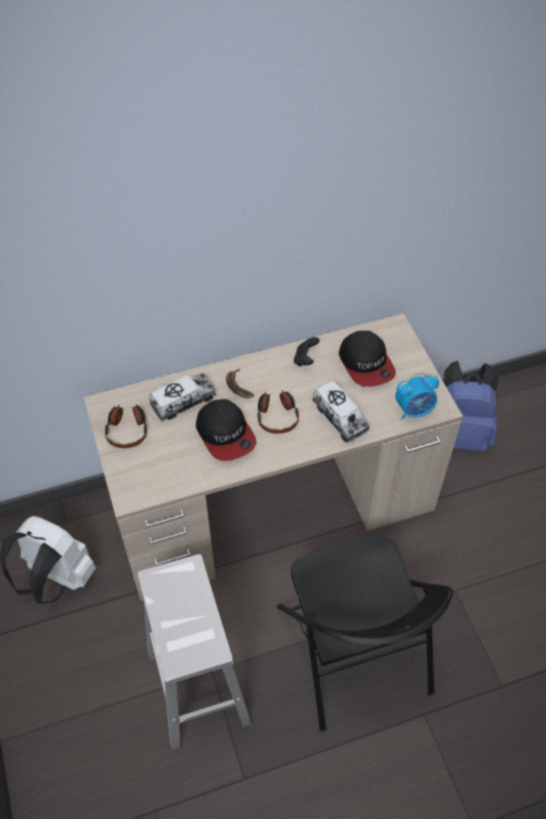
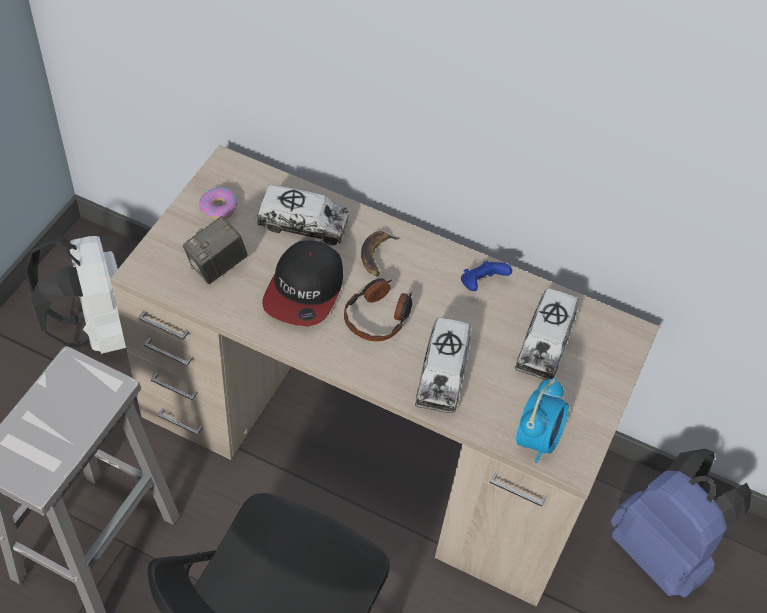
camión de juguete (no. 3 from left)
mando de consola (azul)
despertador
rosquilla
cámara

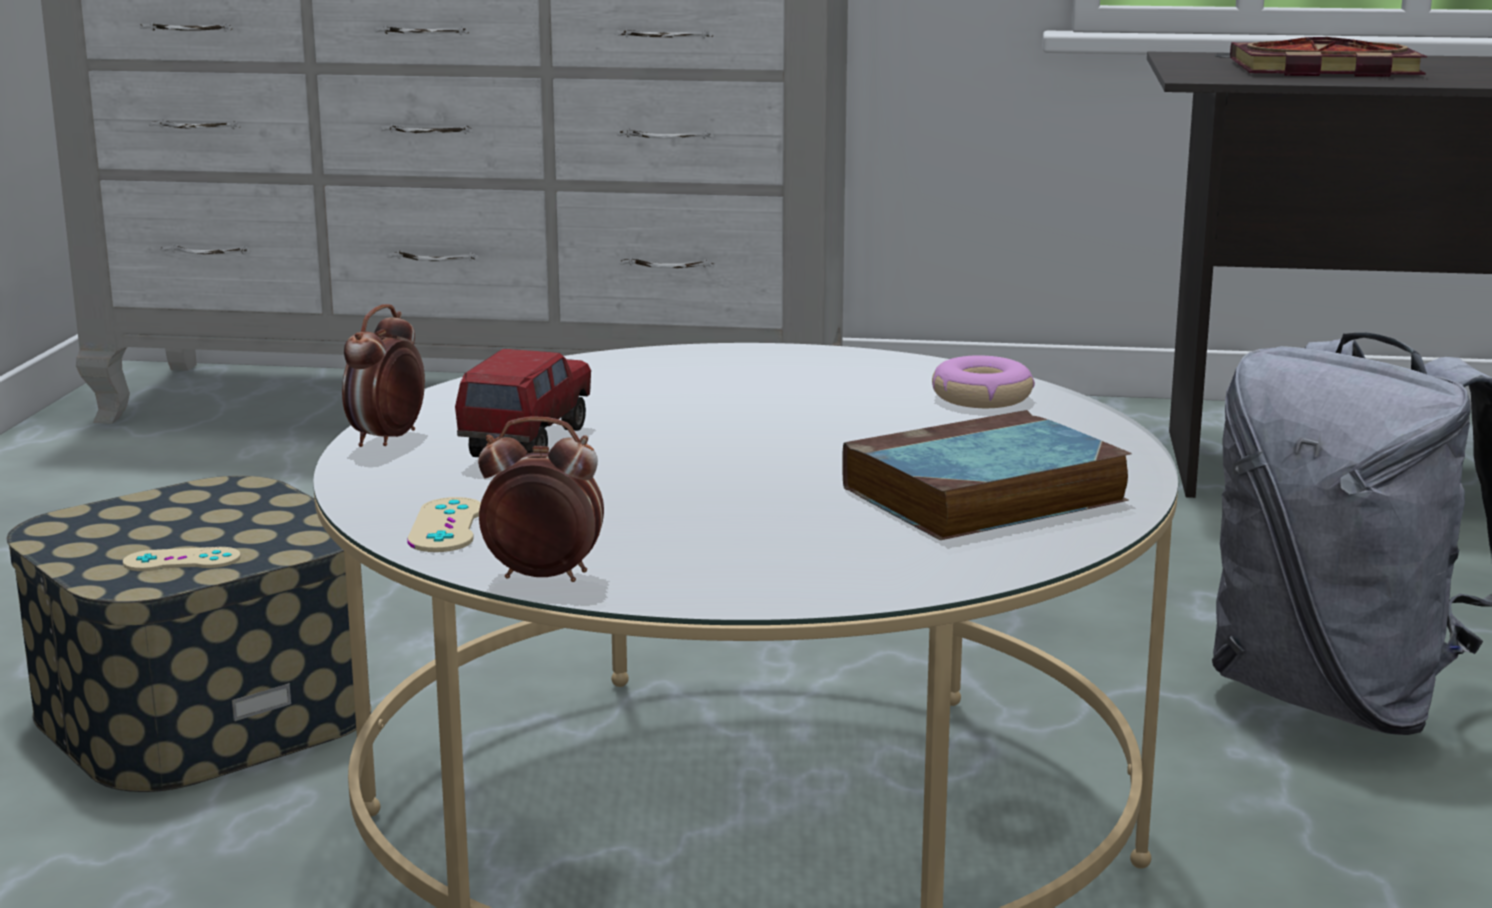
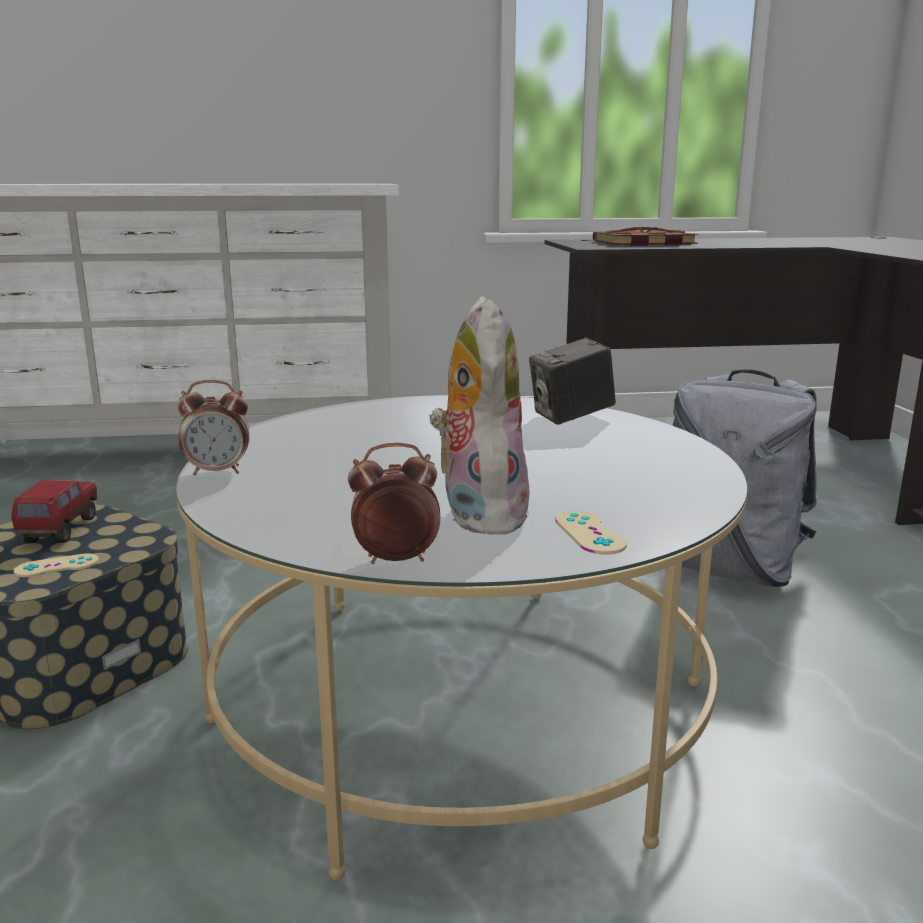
despertador (no. 1 from left)
camión de juguete
cámara
libro (no. 1 from left in the first image)
mando de consola (beis) (no. 2 from left)
peluche

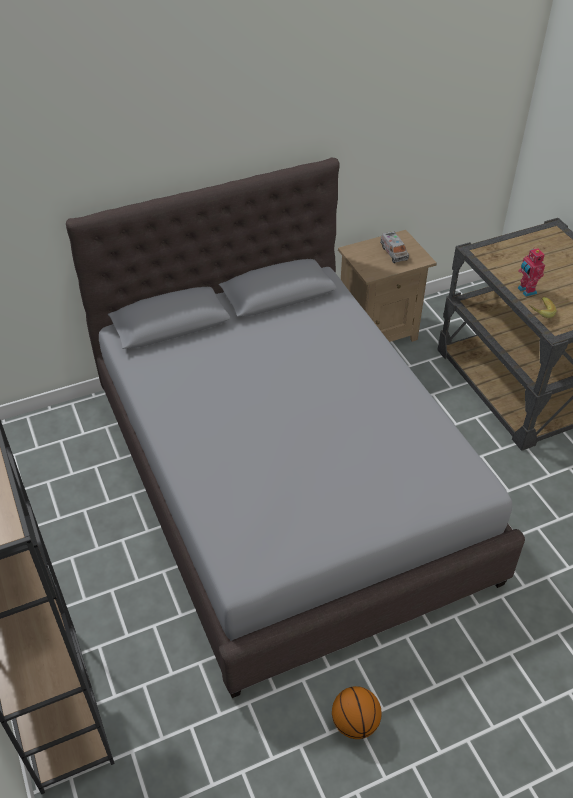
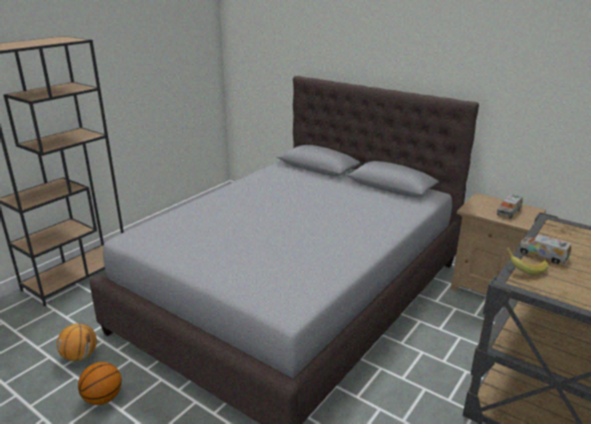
camión de juguete (no. 2 from left)
balón de baloncesto (no. 1 from left)

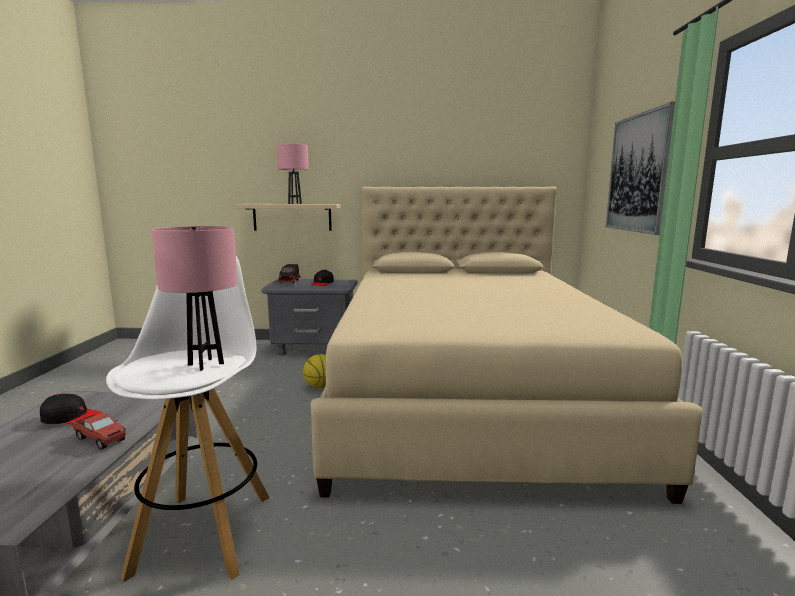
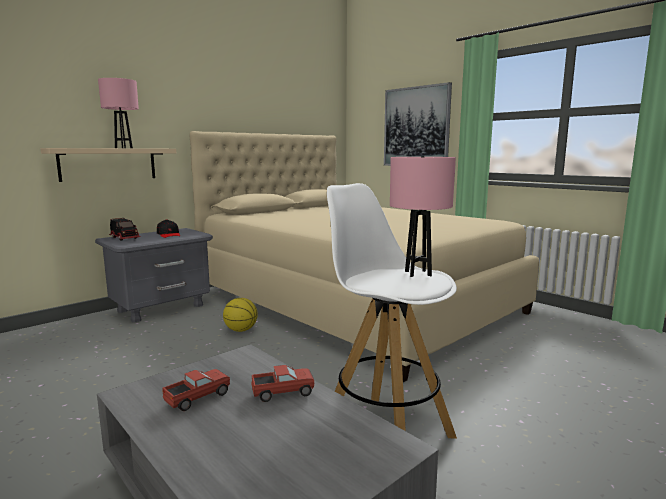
camión de juguete (no. 2 from left)

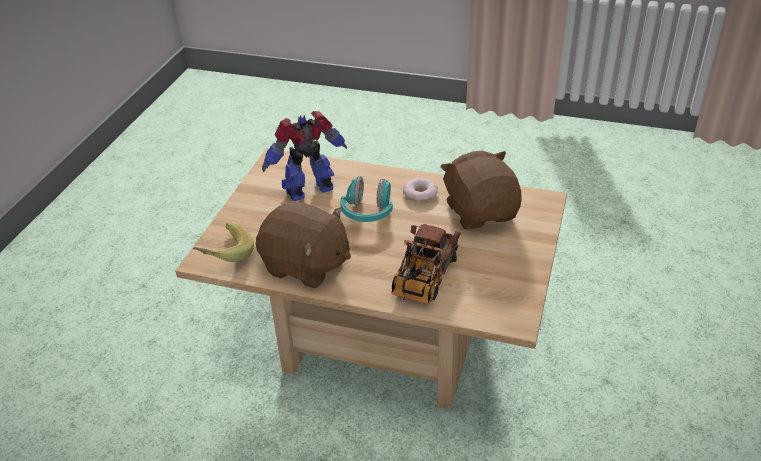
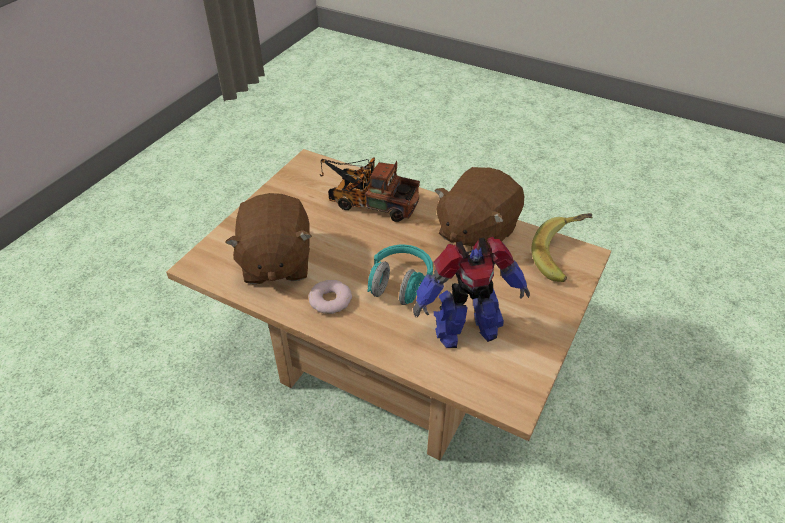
peluche (marrón) (no. 2 from left)
camión de juguete

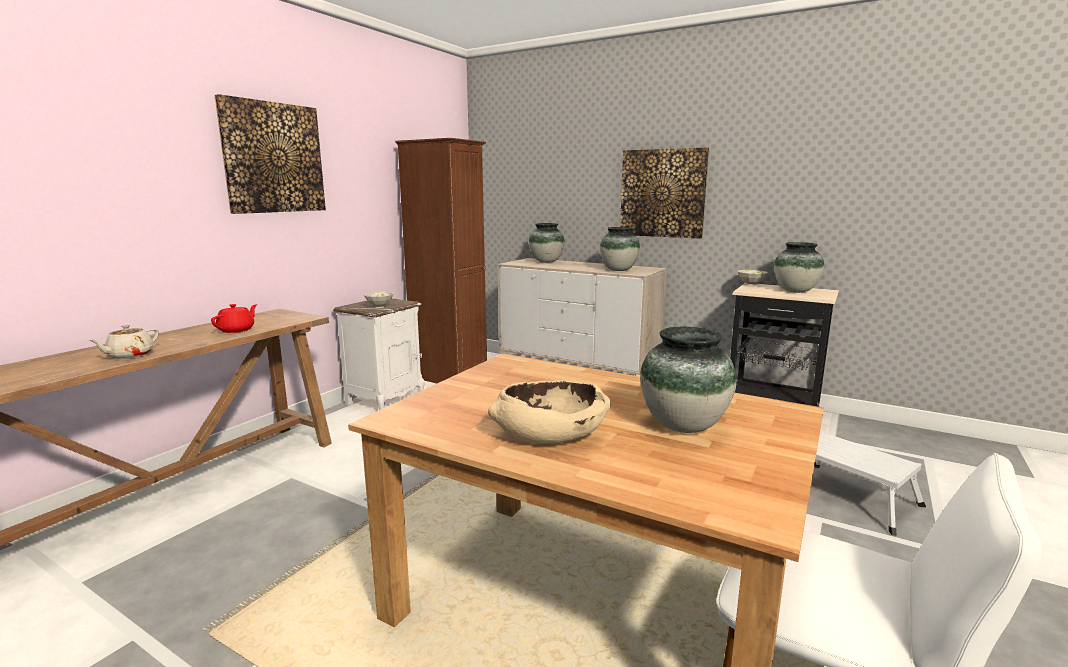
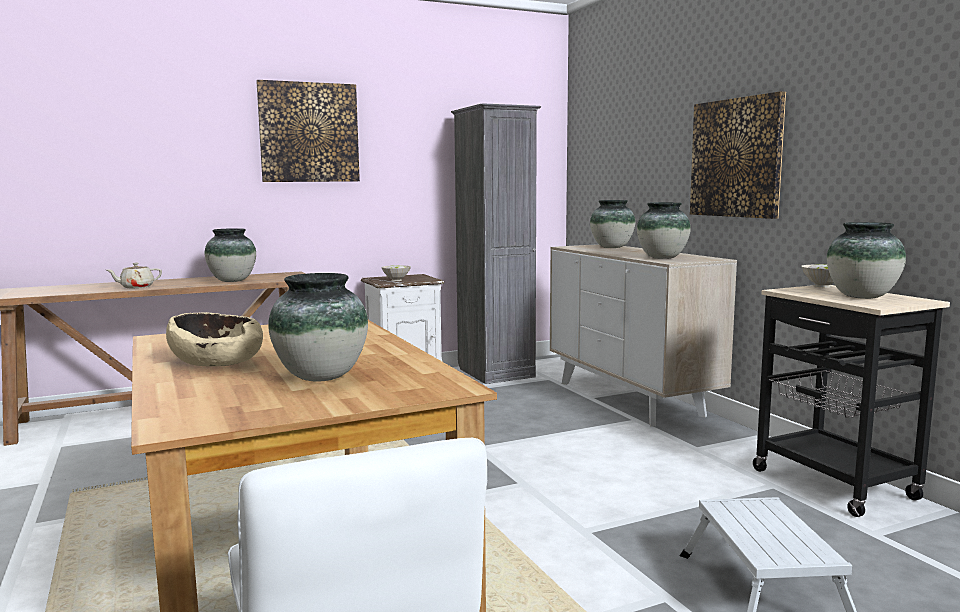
armario (gris)
florero (no. 1 from left)

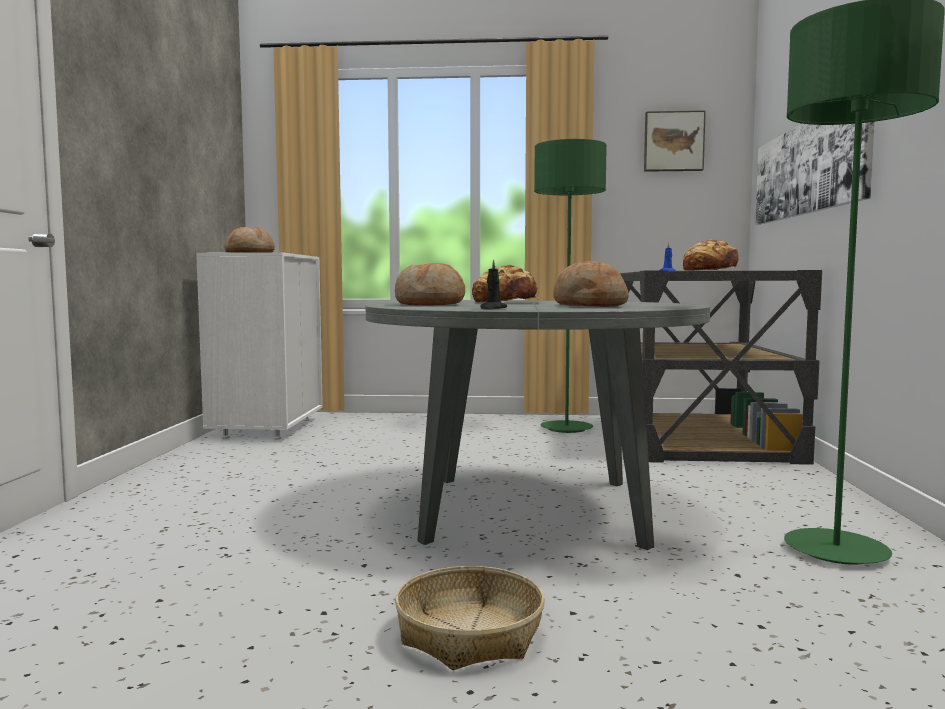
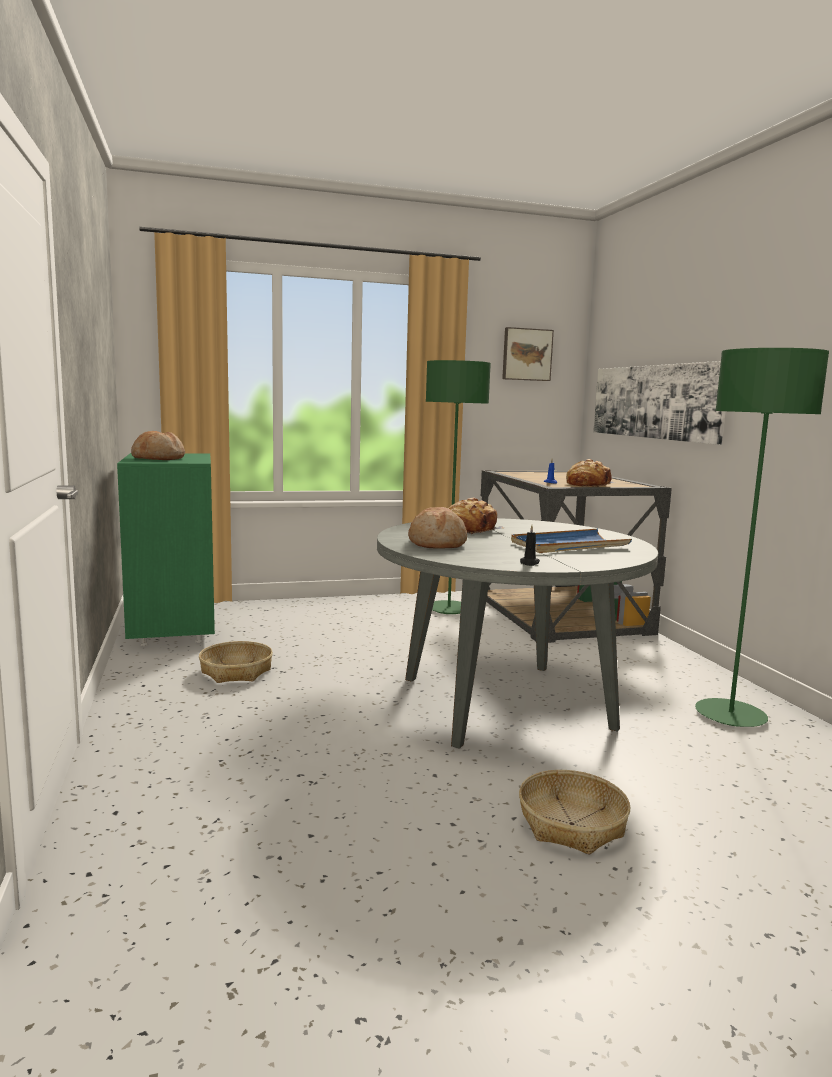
armario (verde)
bandeja (azul)
cesta (no. 1 from left)

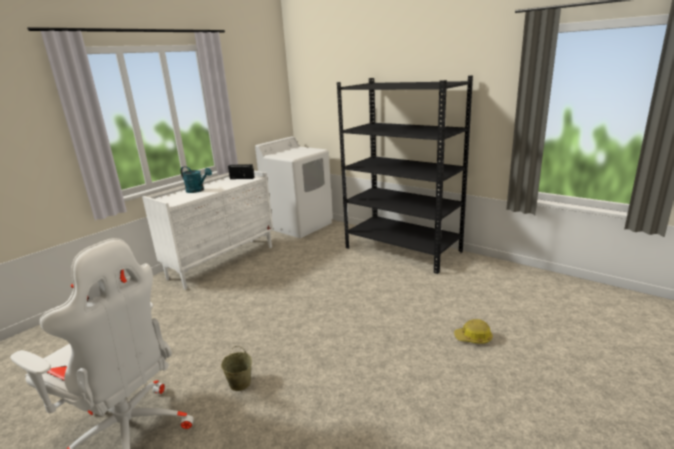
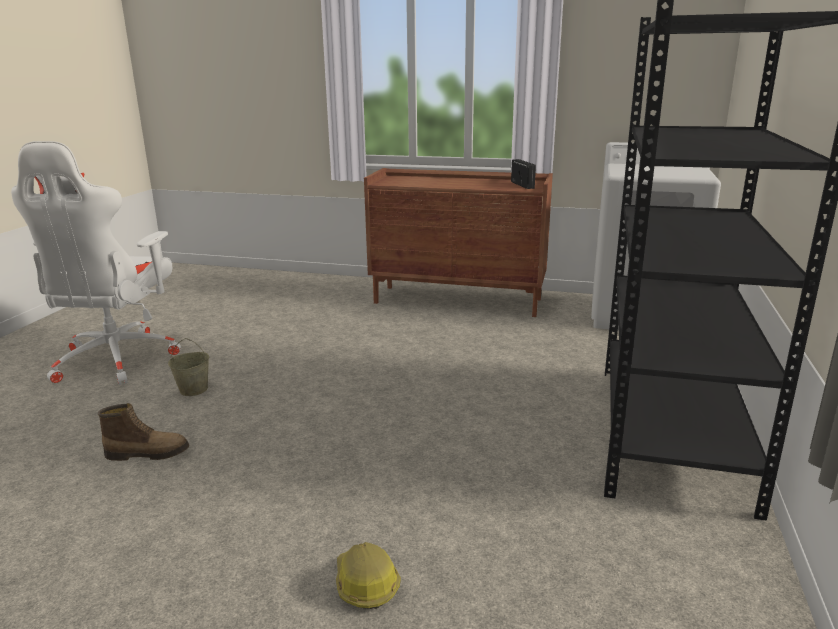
regadera (turquesa)
armario (marrón)
bota

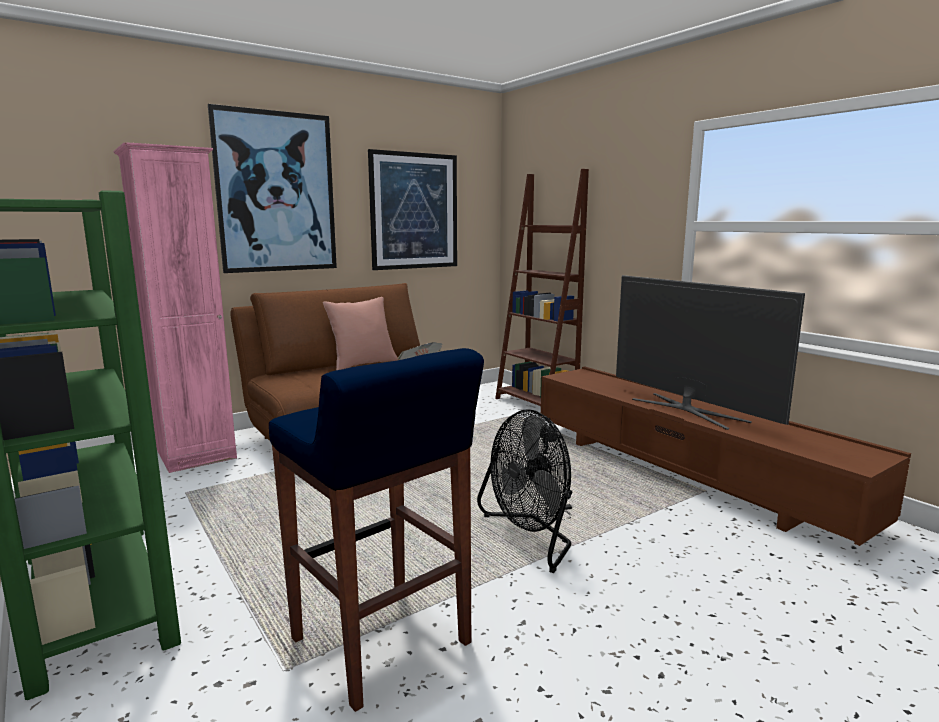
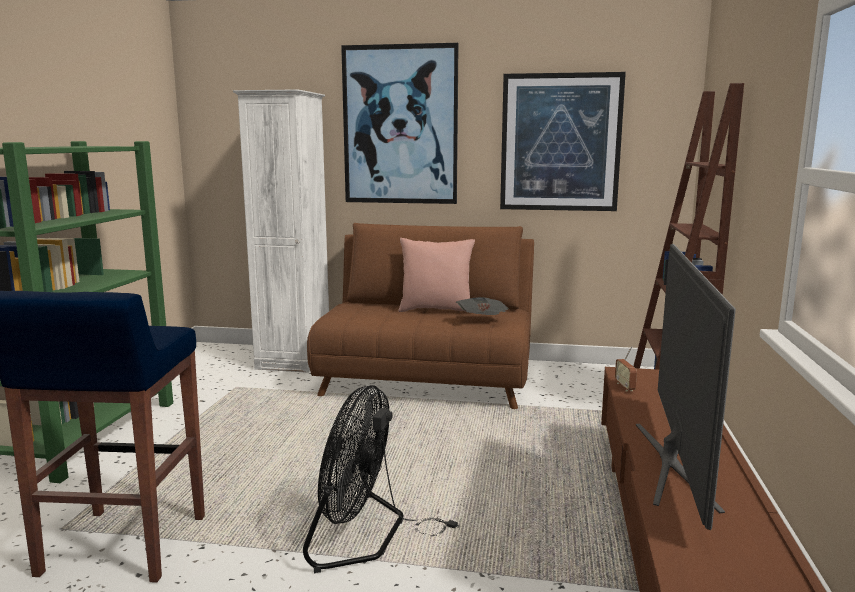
armario (blanco)
radio

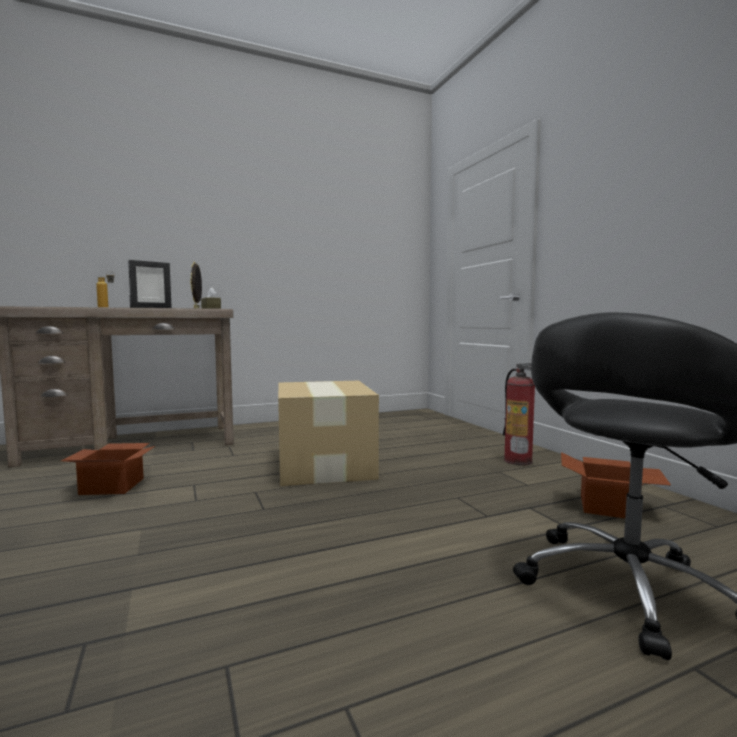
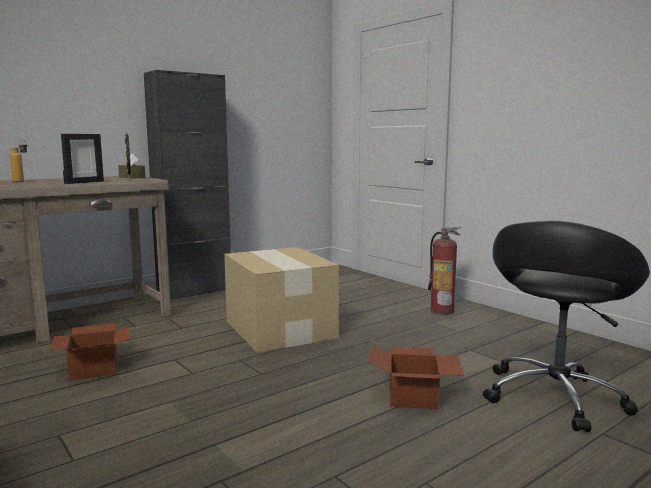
caja de cartón (no. 3 from left)
armario (negro)

